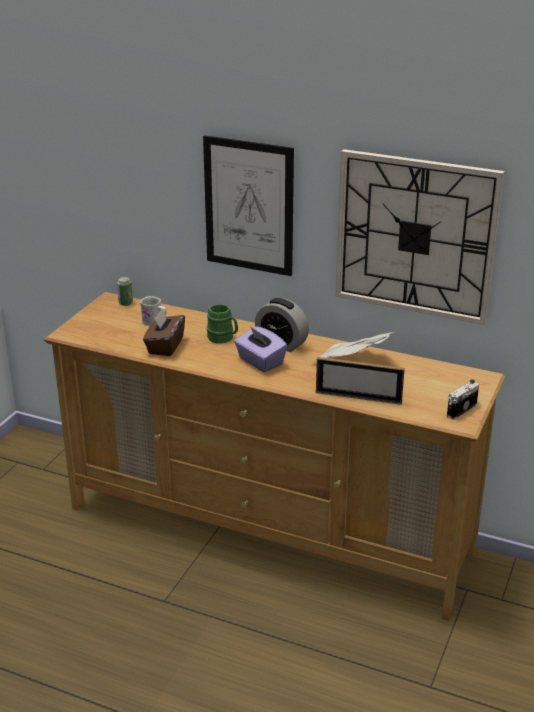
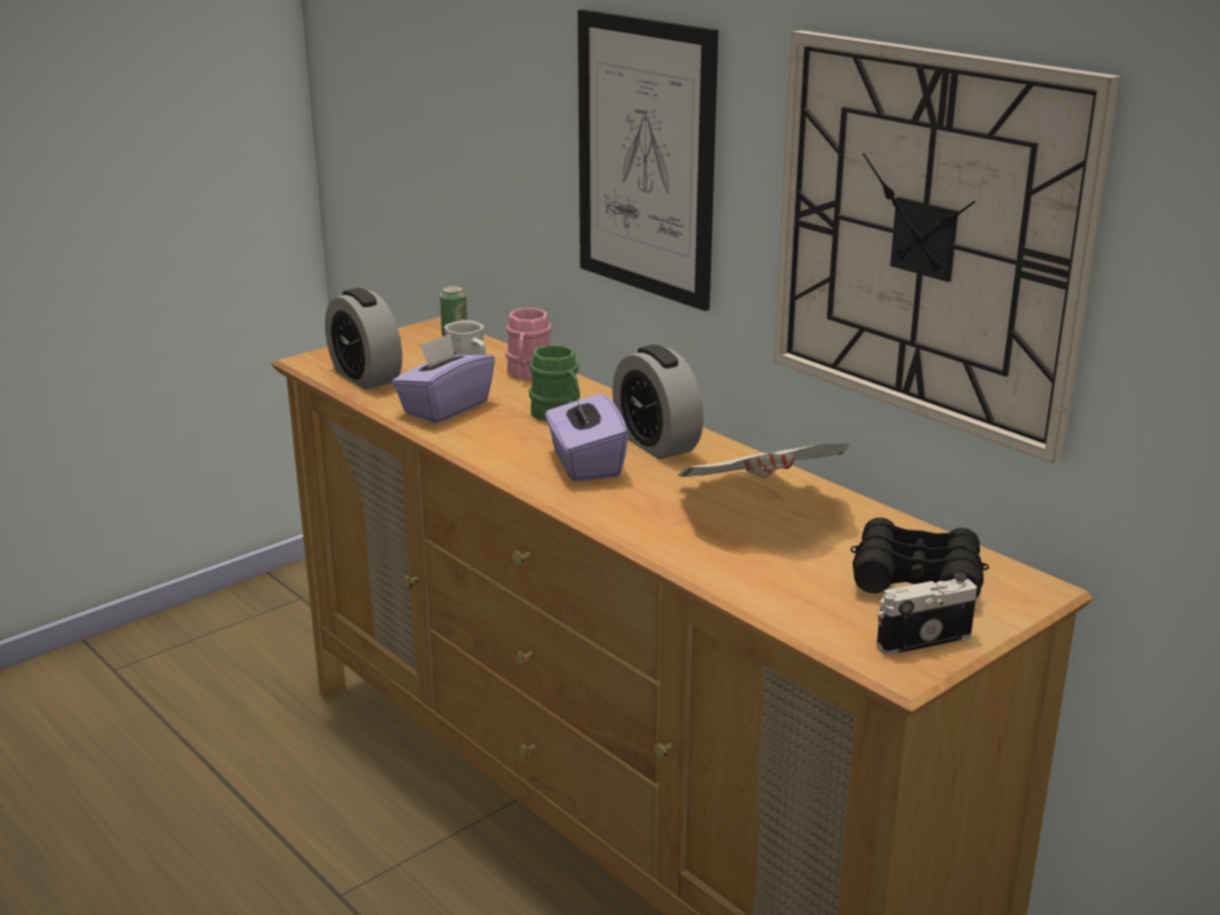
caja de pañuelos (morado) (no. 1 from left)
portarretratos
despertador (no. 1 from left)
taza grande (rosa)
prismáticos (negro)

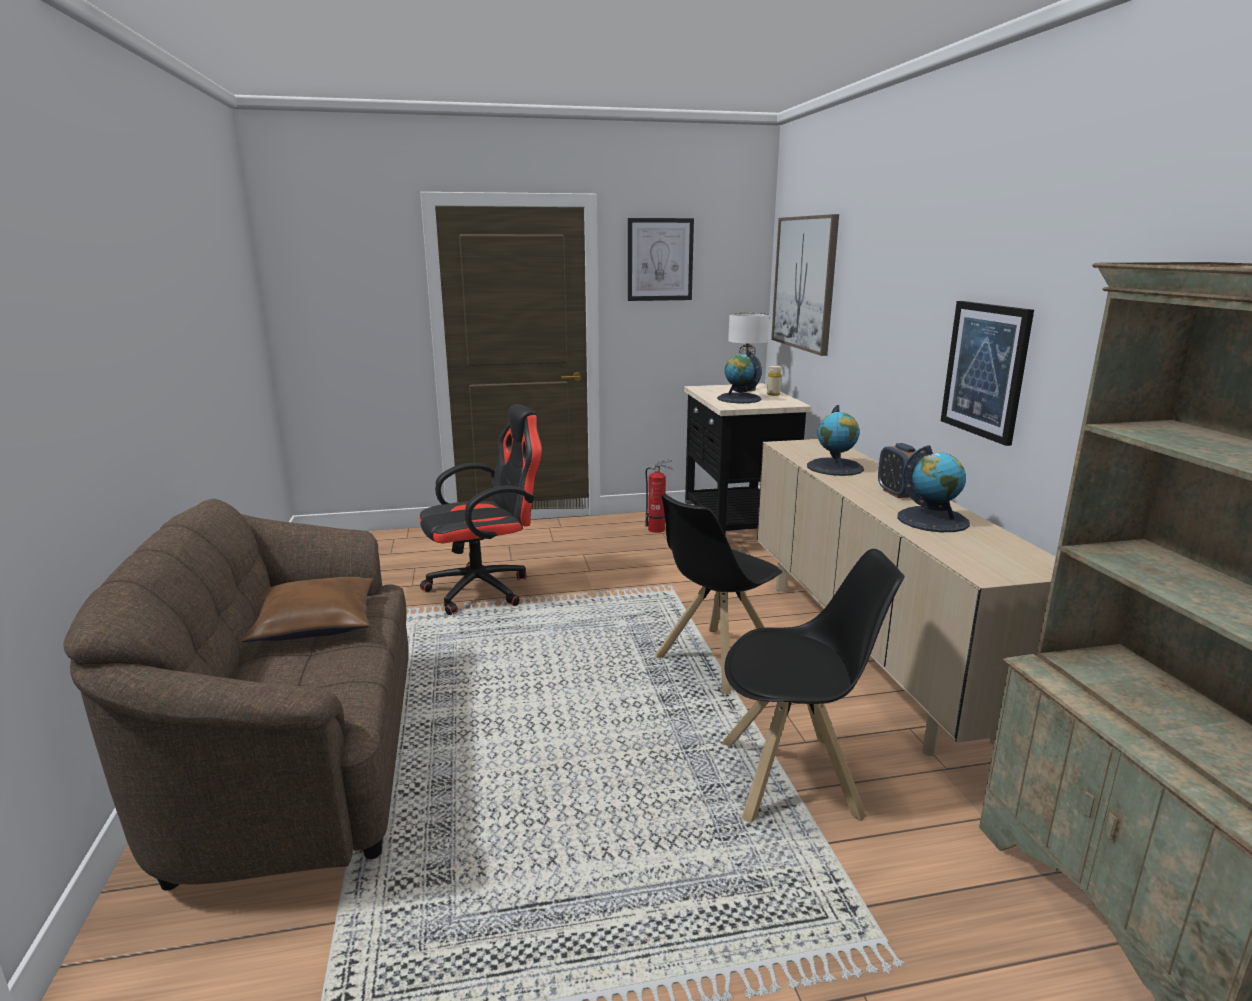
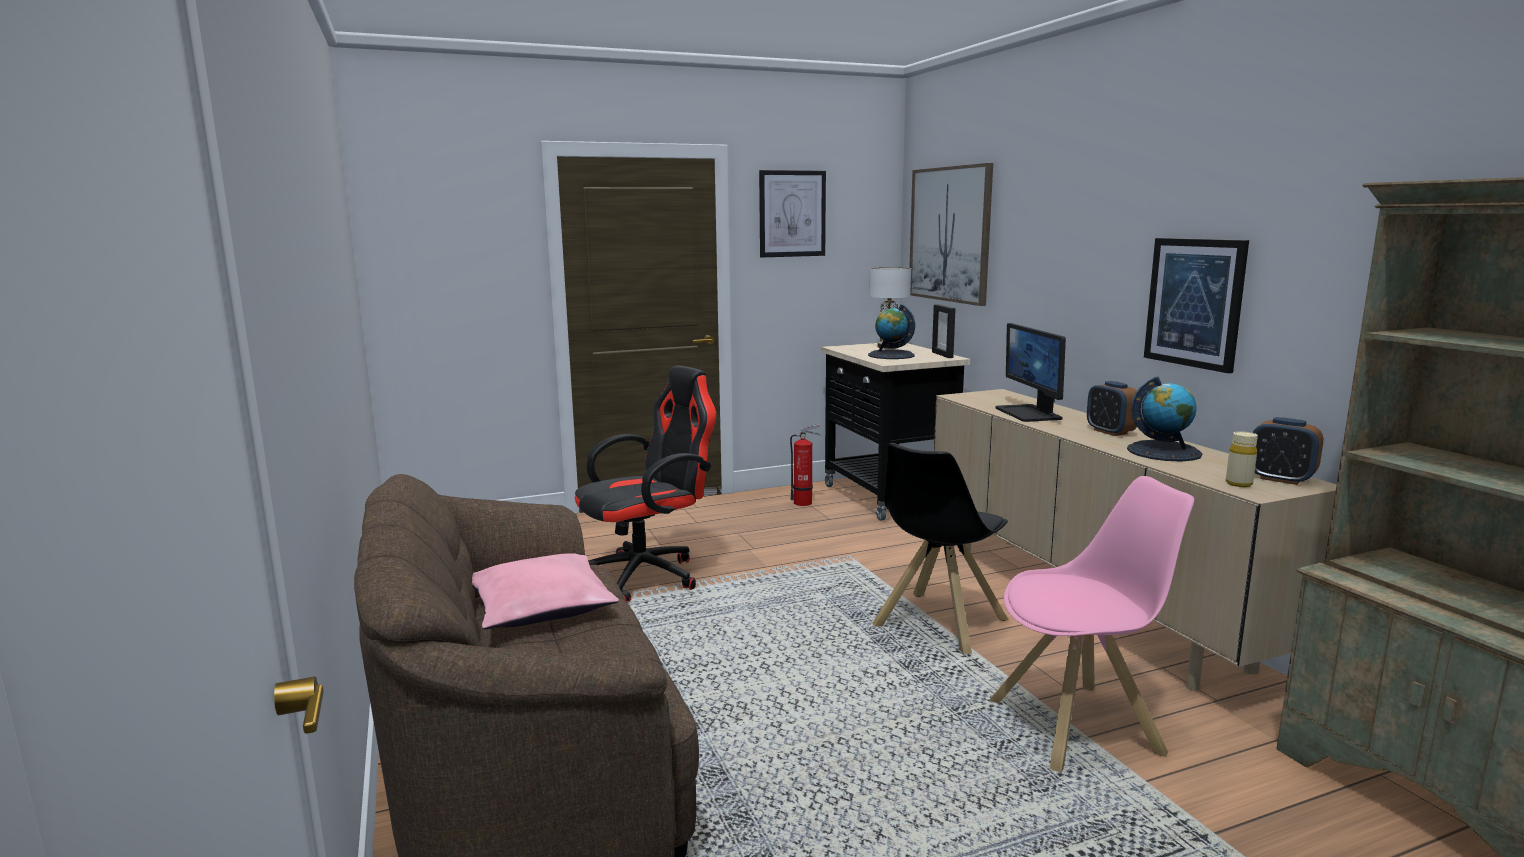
botella (beis)
monitor
silla (rosa)
cojín (rosa)
portarretratos
despertador (no. 2 from left)

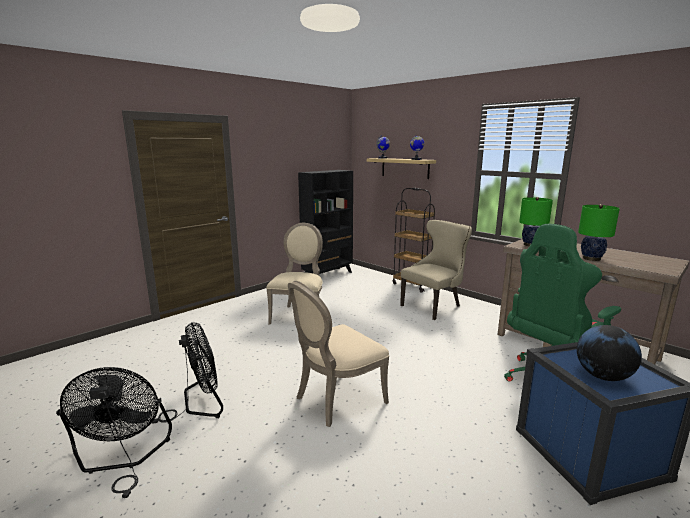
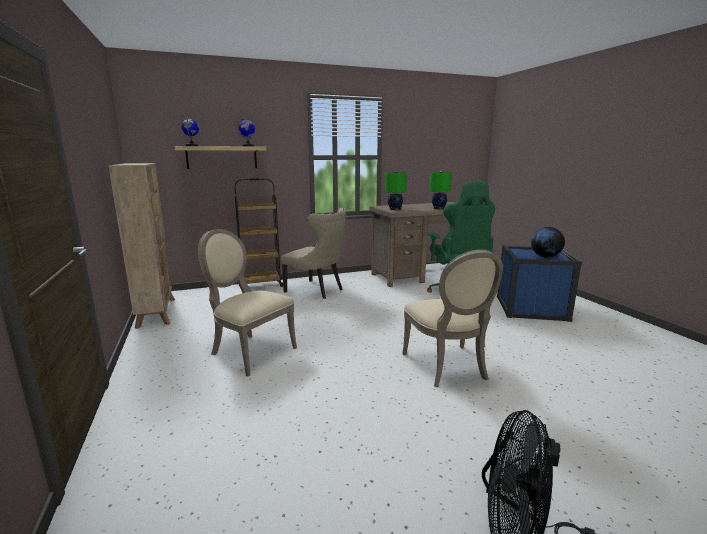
estantería (beis)
silla (beis) (no. 2 from left)
ventilador (negro) (no. 2 from left in the first image)

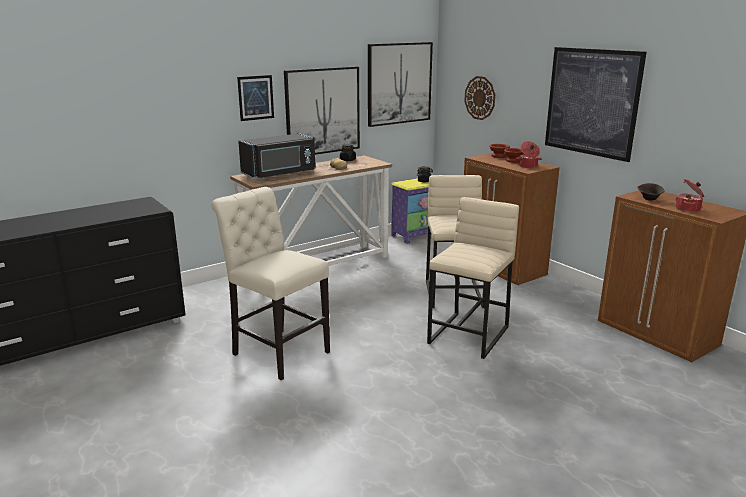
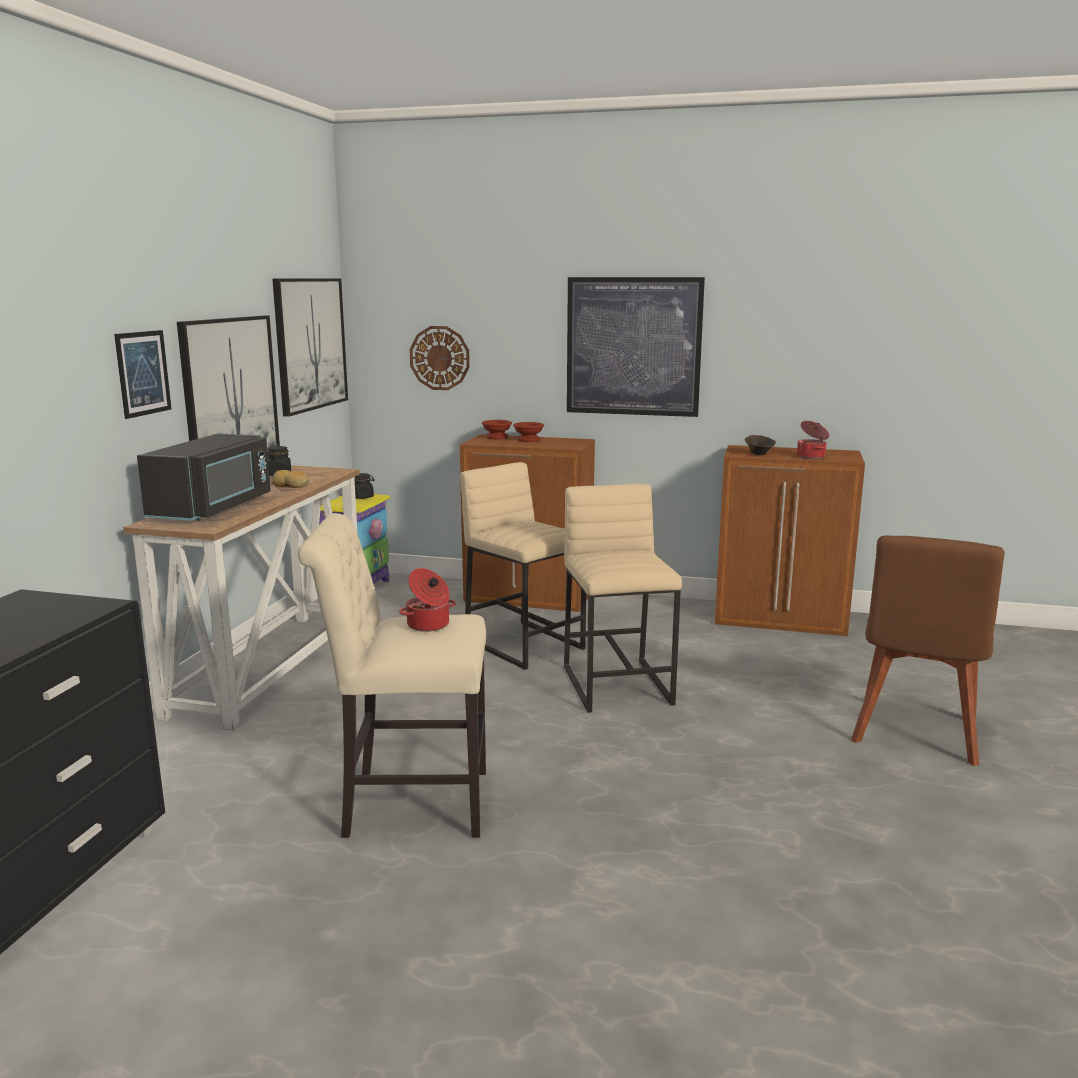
olla (no. 1 from left)
silla (marrón)

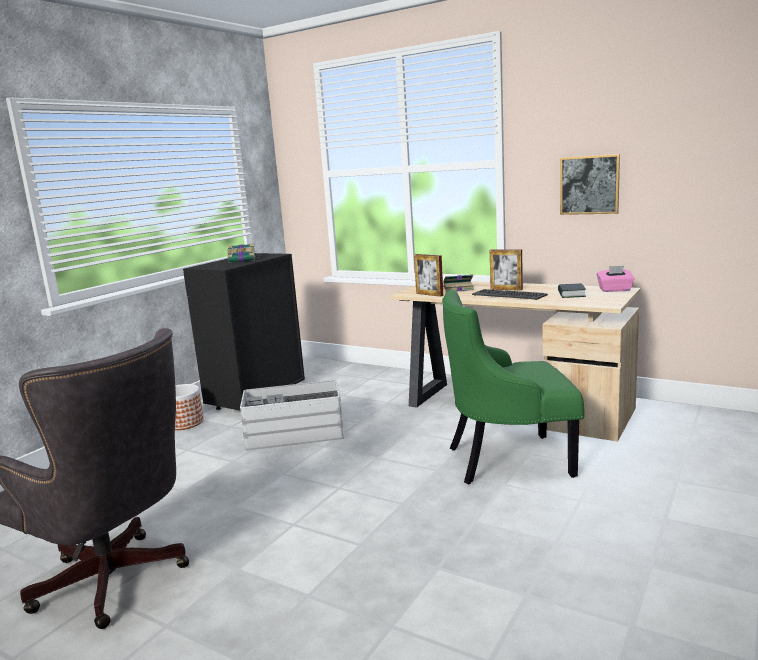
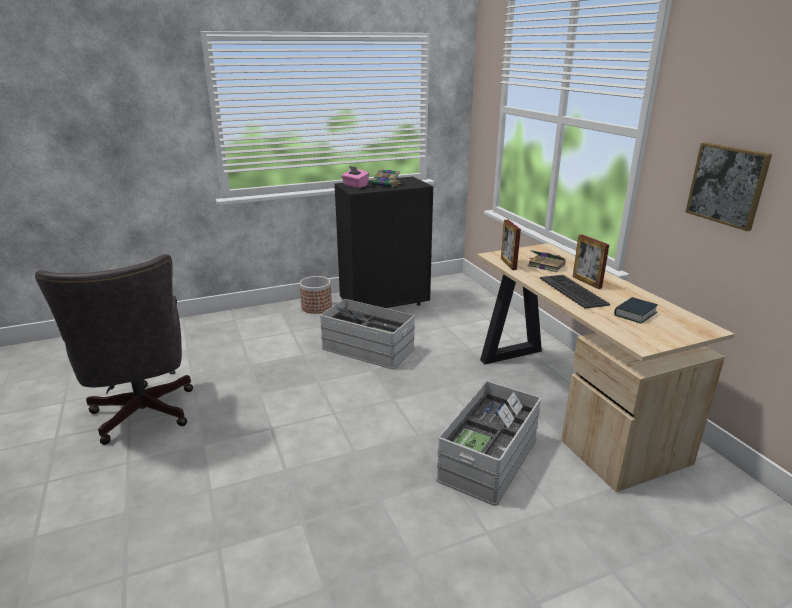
caja de pañuelos (rosa)
caja de almacenaje (gris) (no. 2 from left)

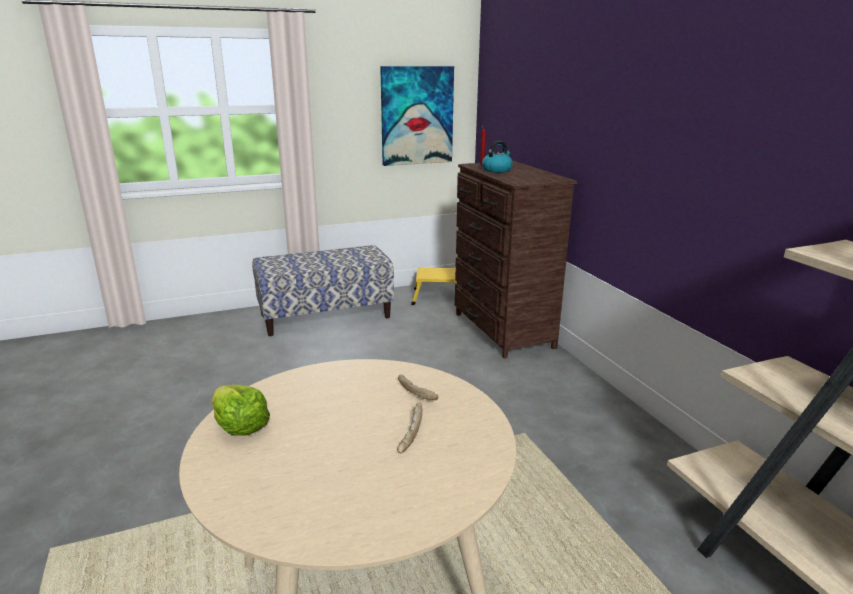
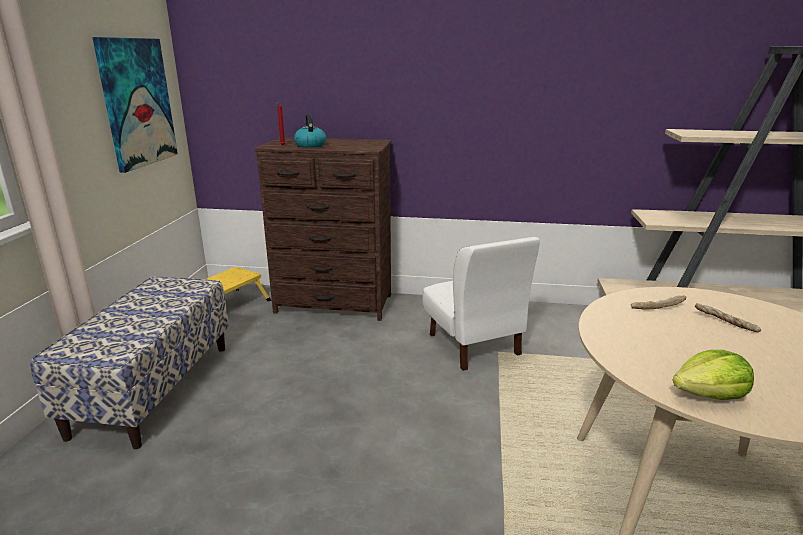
silla (blanco)

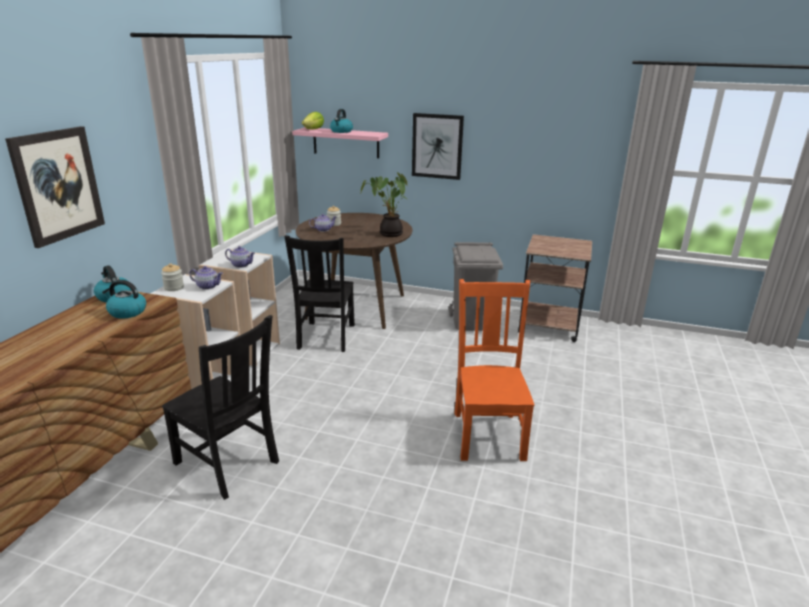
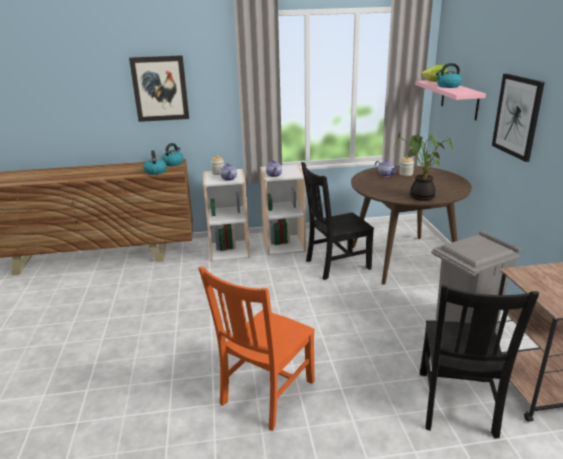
silla (naranja)
silla (negro) (no. 2 from left)

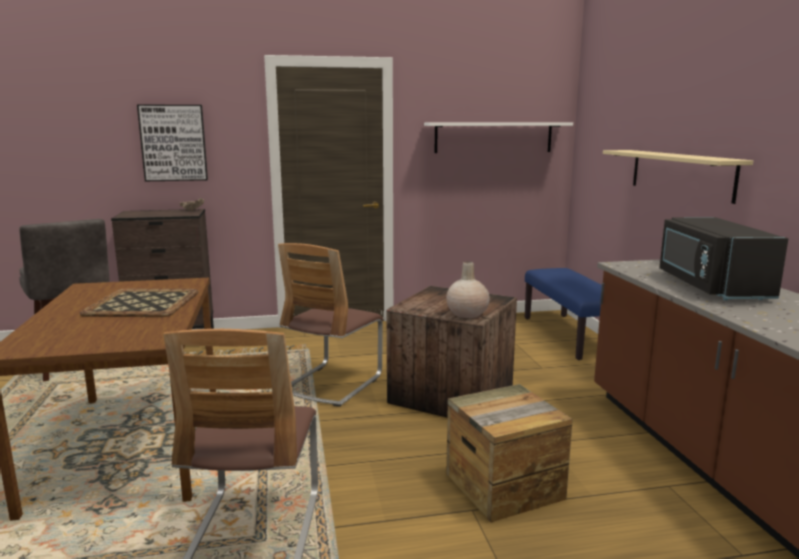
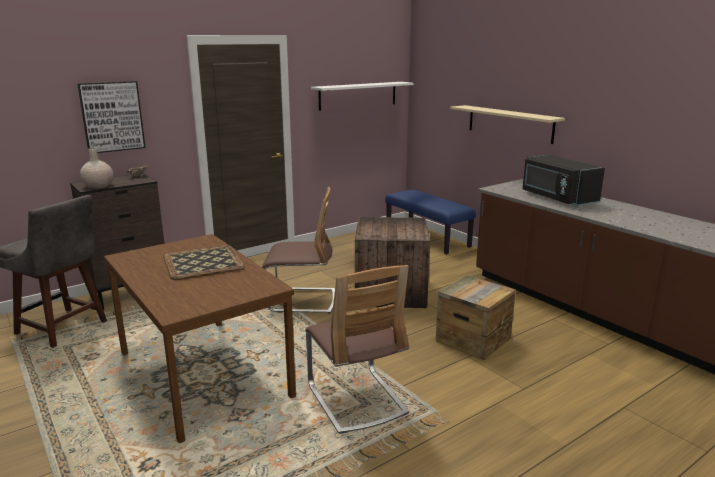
silla (no. 1 from left)
florero (beis)

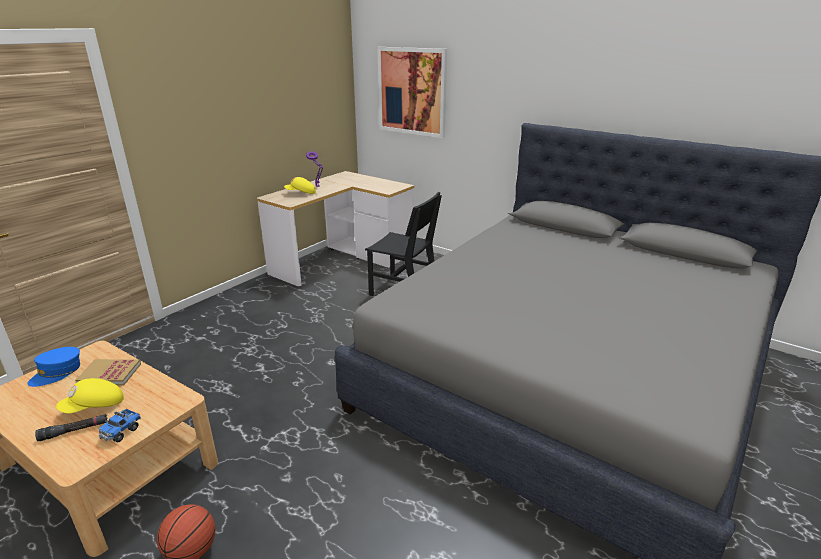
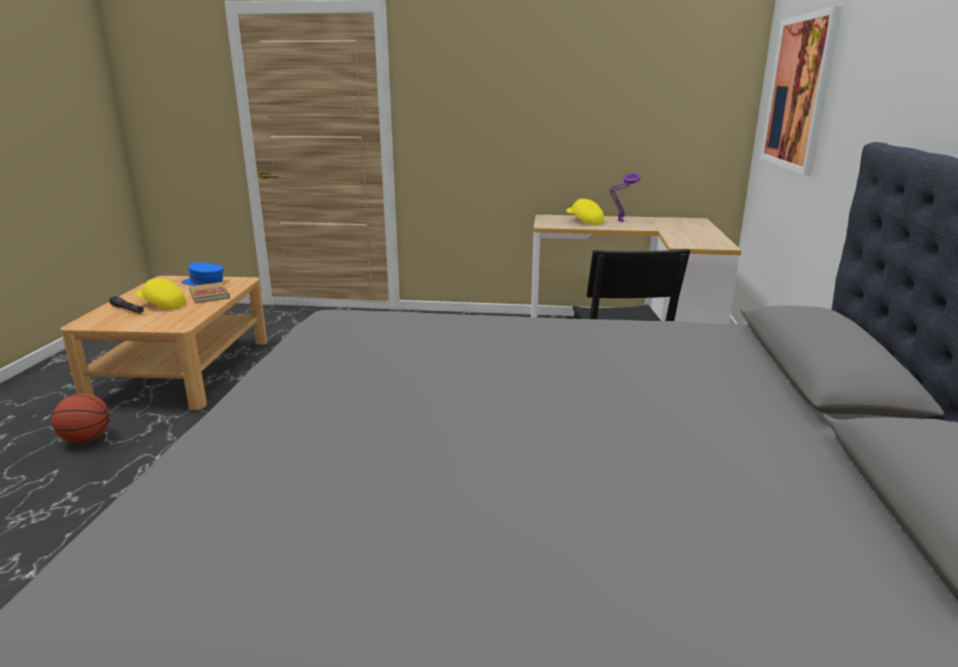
camión de juguete

